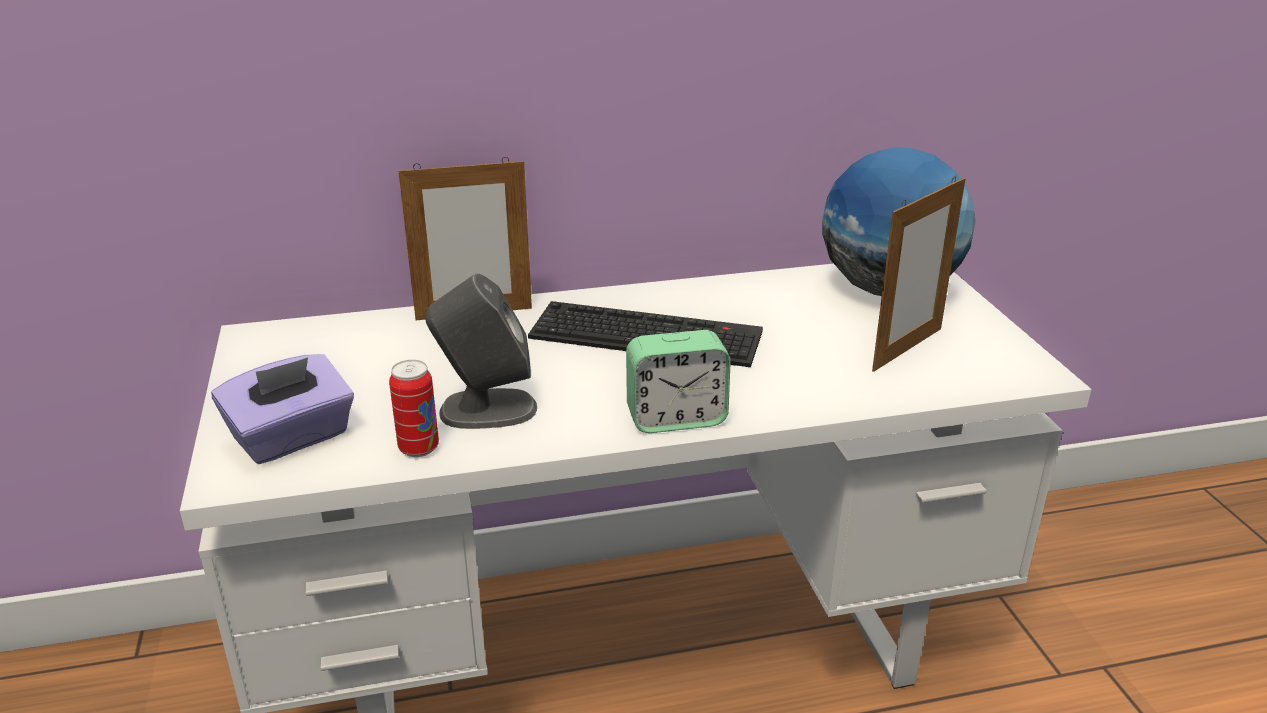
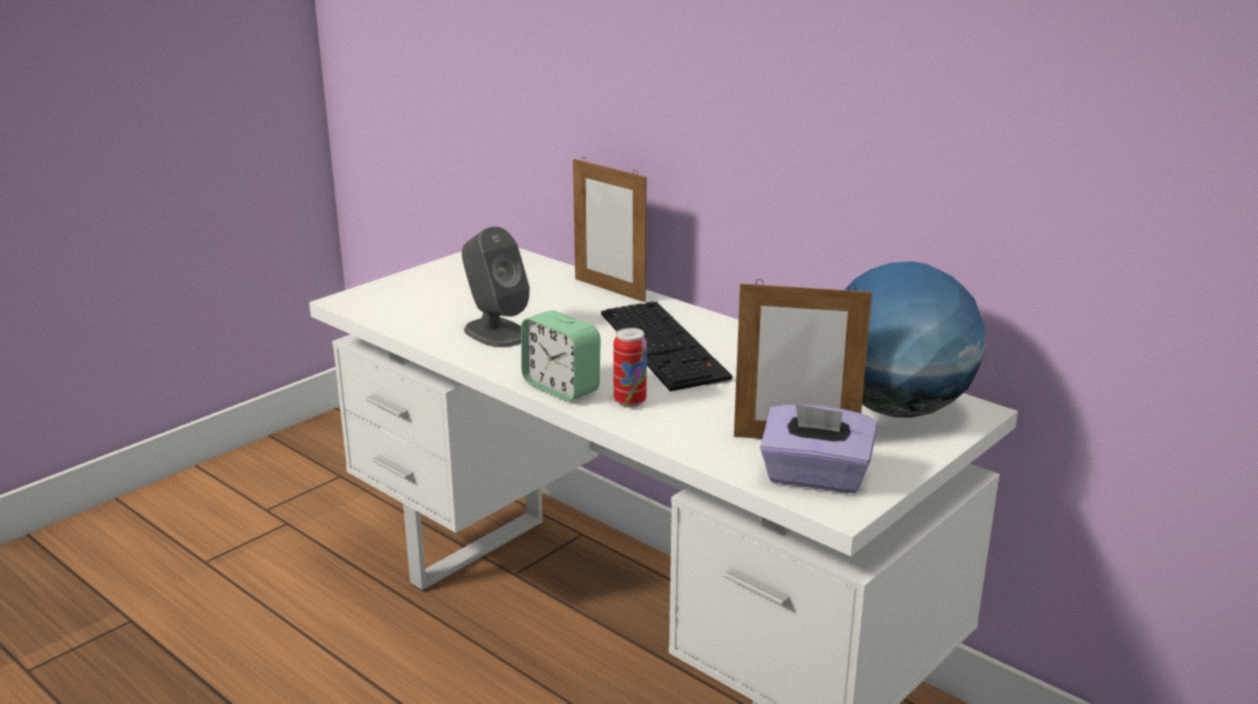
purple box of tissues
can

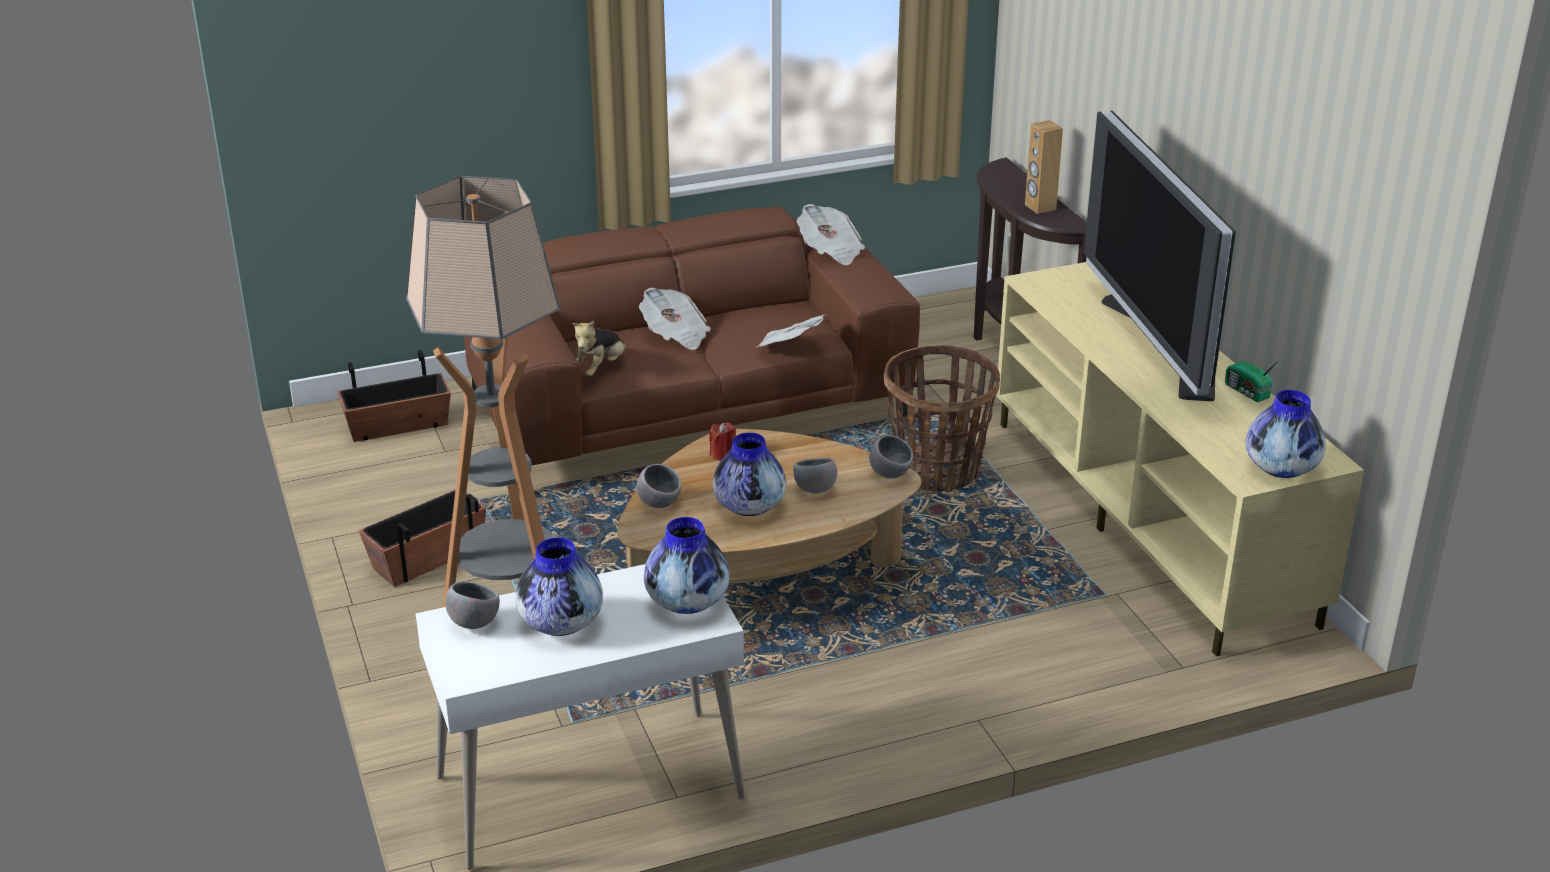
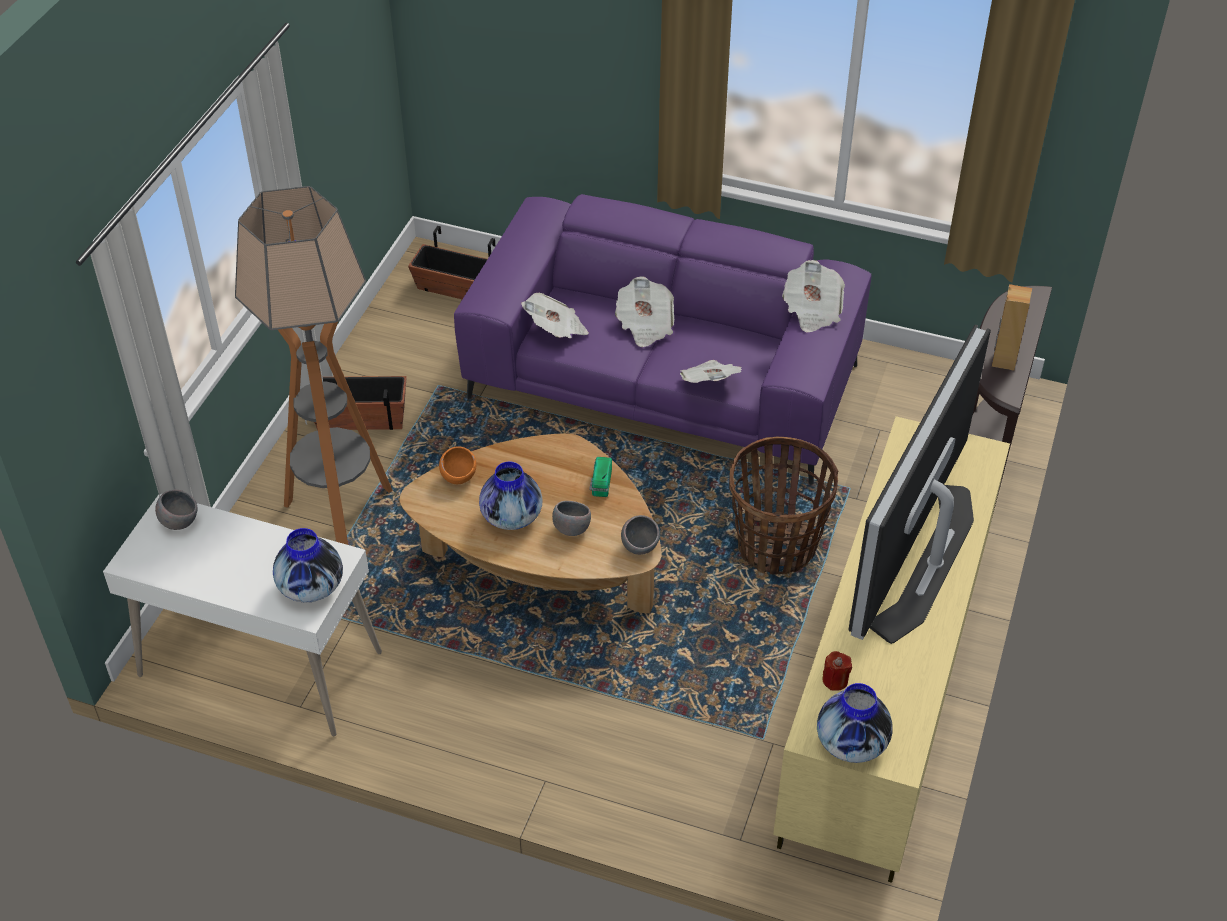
purple sofa
daily paper (no. 1 from left)
radio
red-coloured candle
orange-coloured bowl
vase (no. 1 from left in the first image)

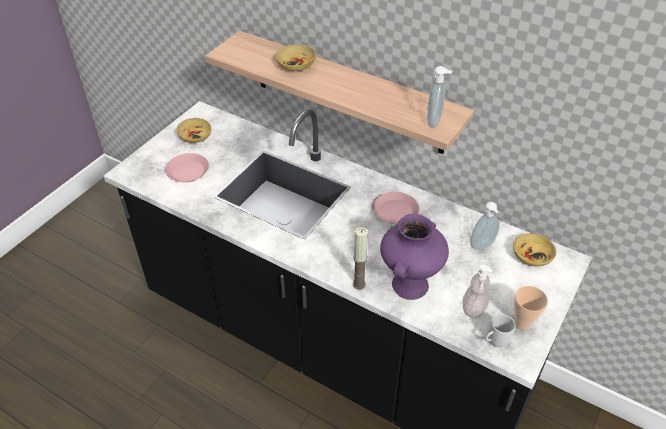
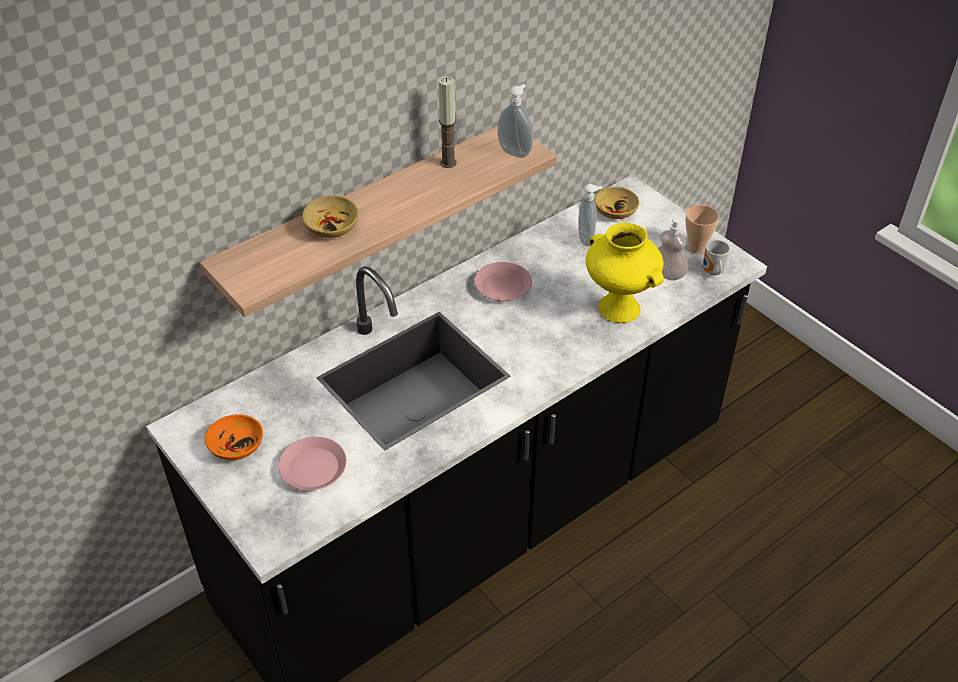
orange-coloured bowl
yellow vase
candle

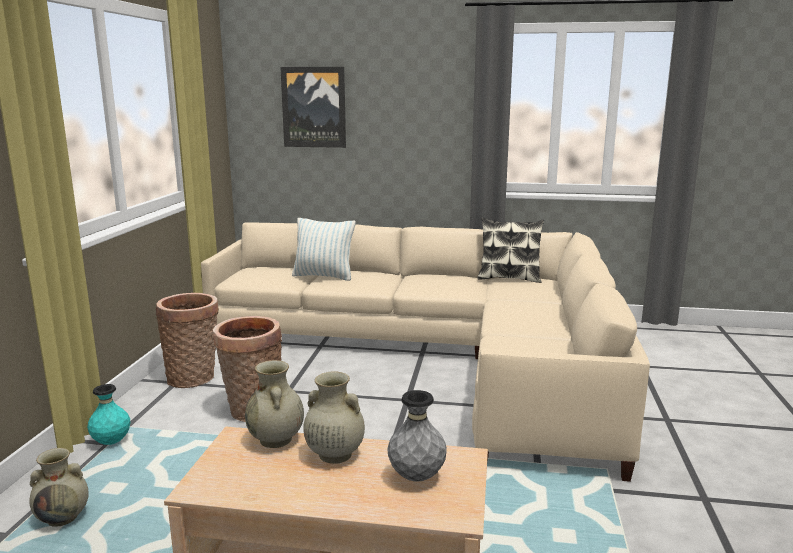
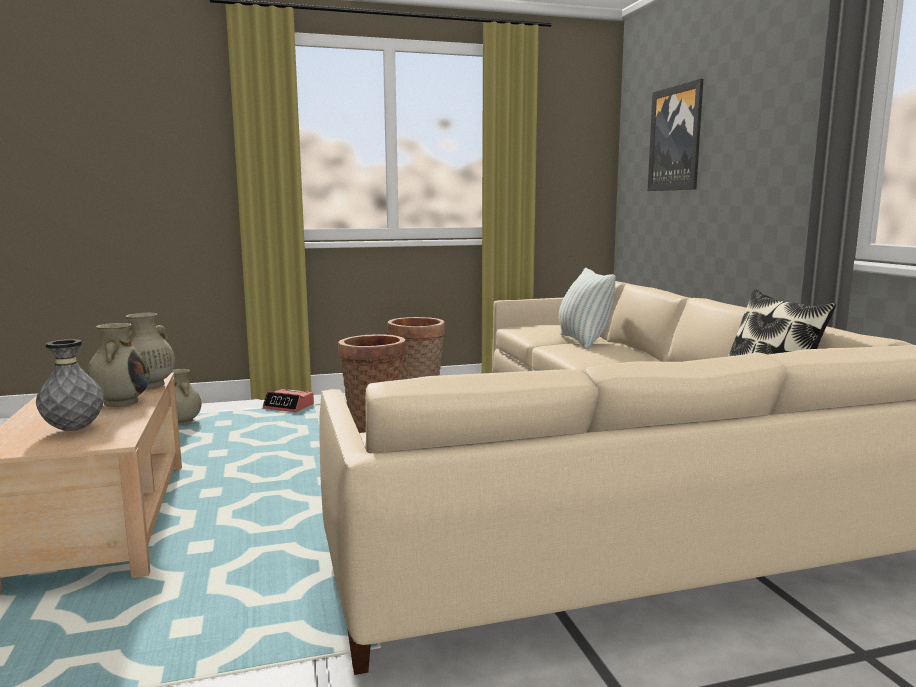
table clock

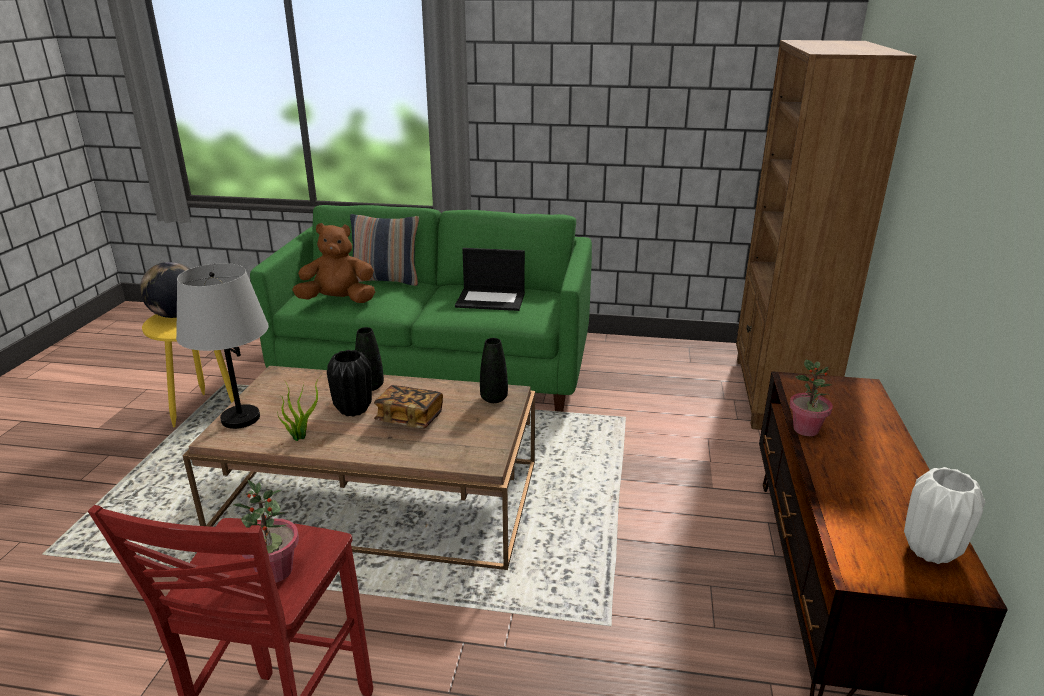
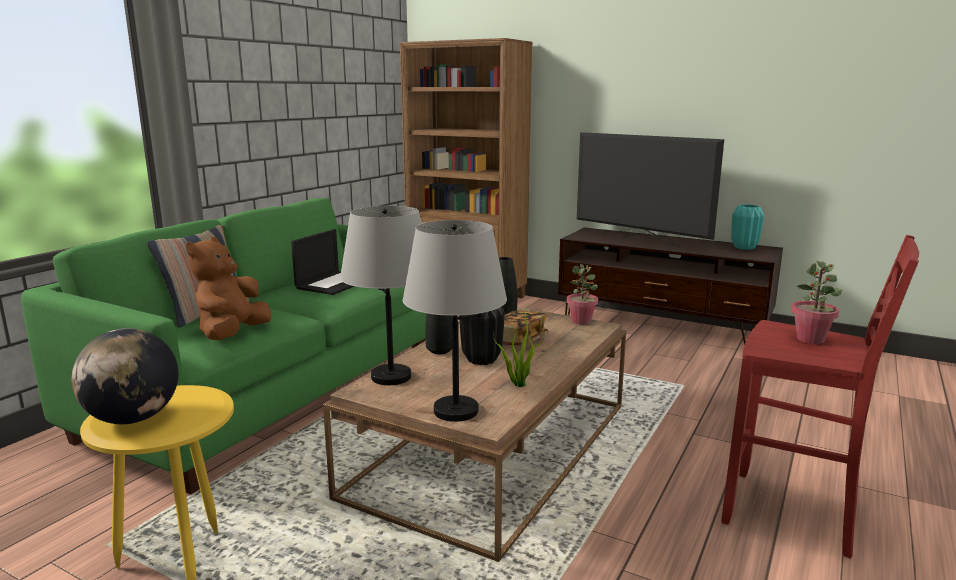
plant in a pot (no. 2 from left)
blue-green vase
TV set
greyish table lamp (no. 1 from left)

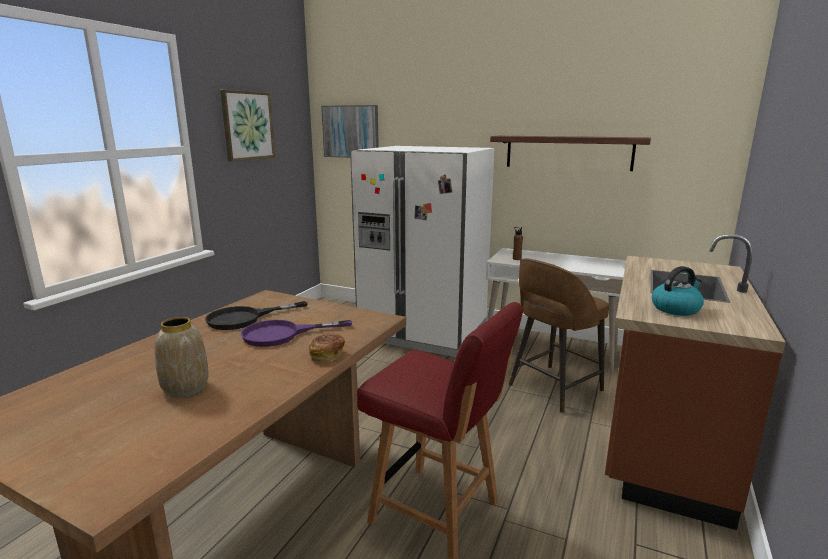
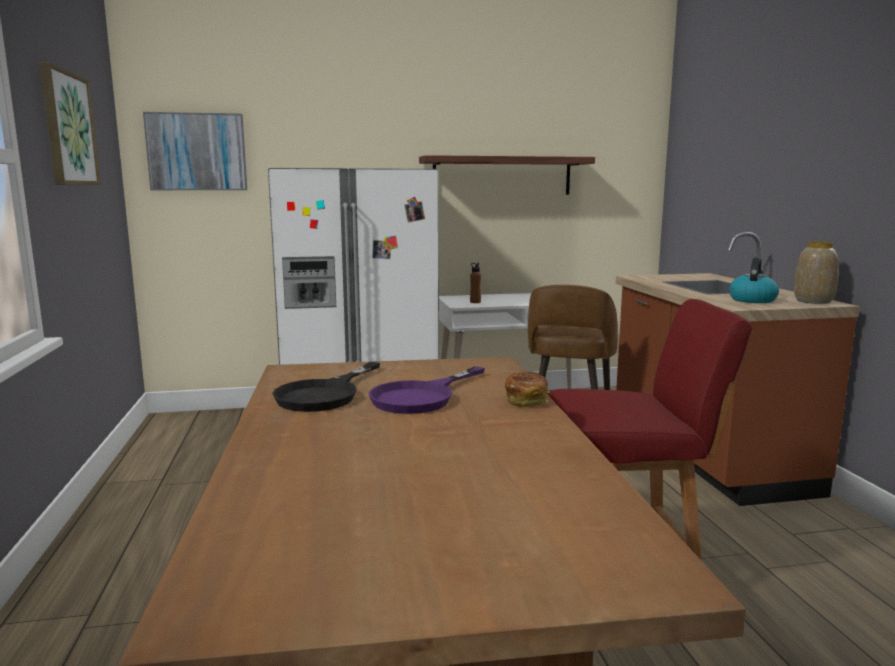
vase

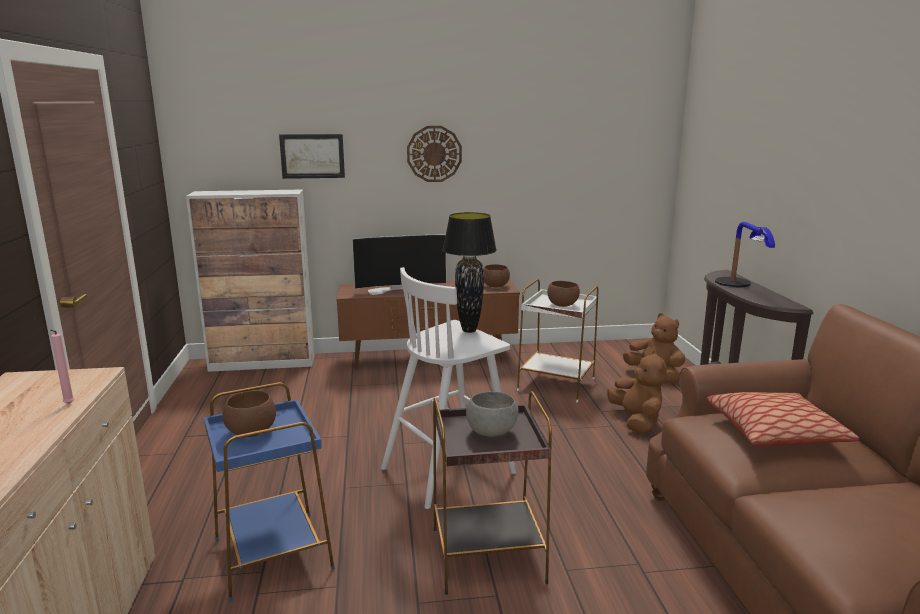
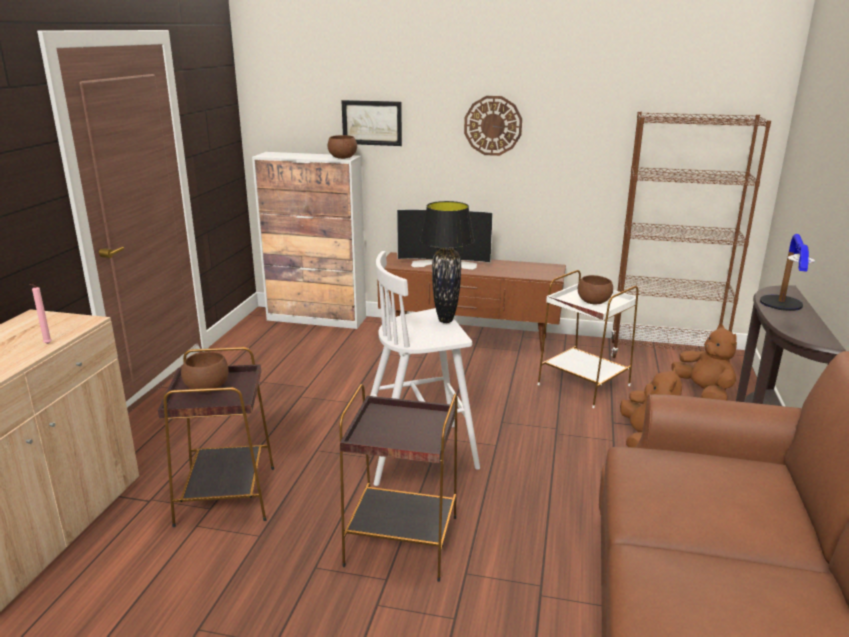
brown bowl (no. 2 from left)
brown accent table (no. 1 from left)
greyish bowl
cushion
brown bookshelf

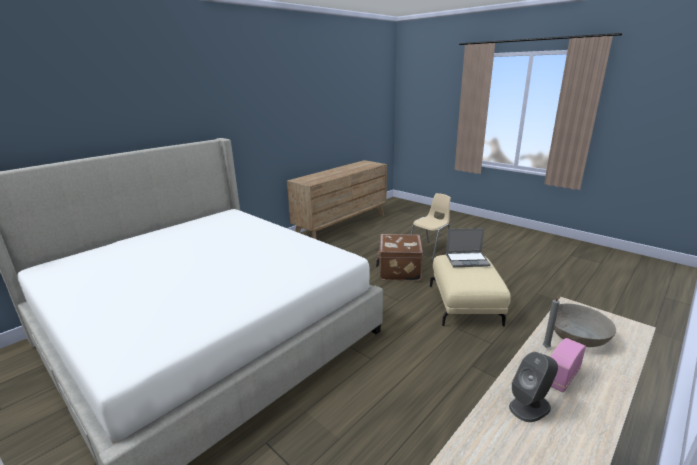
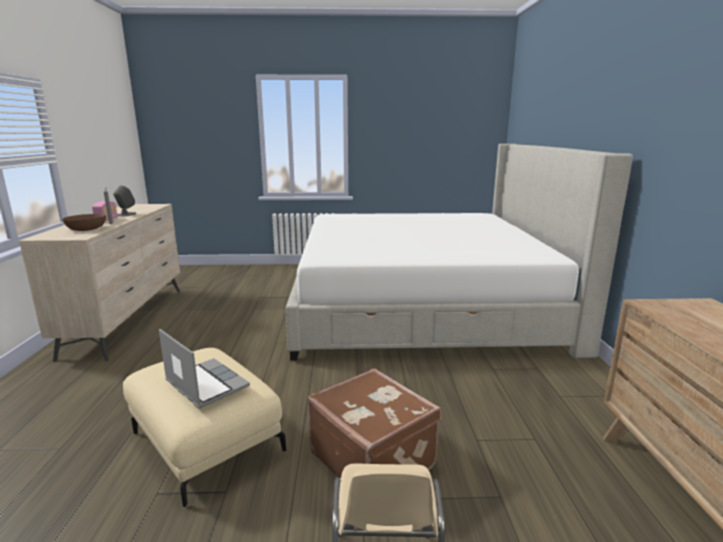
notebook computer
brown bowl

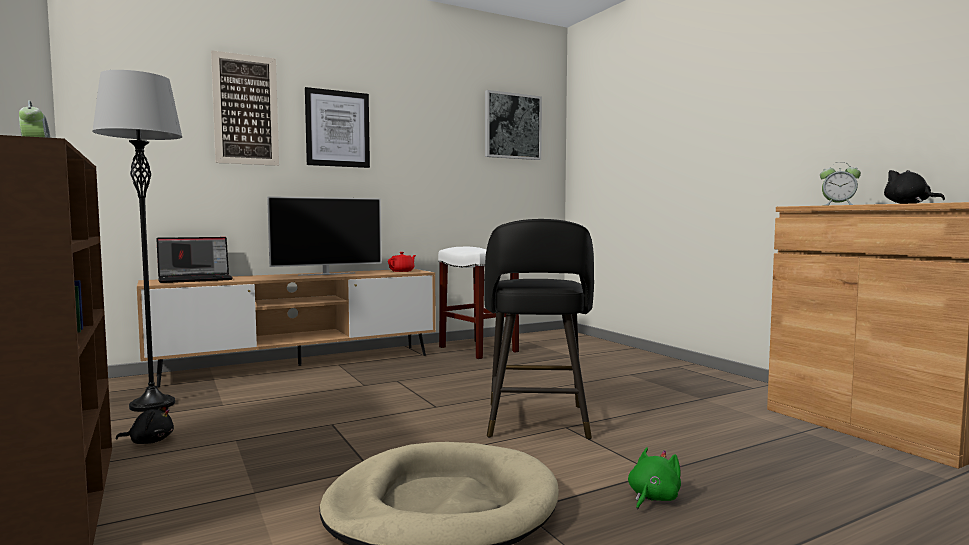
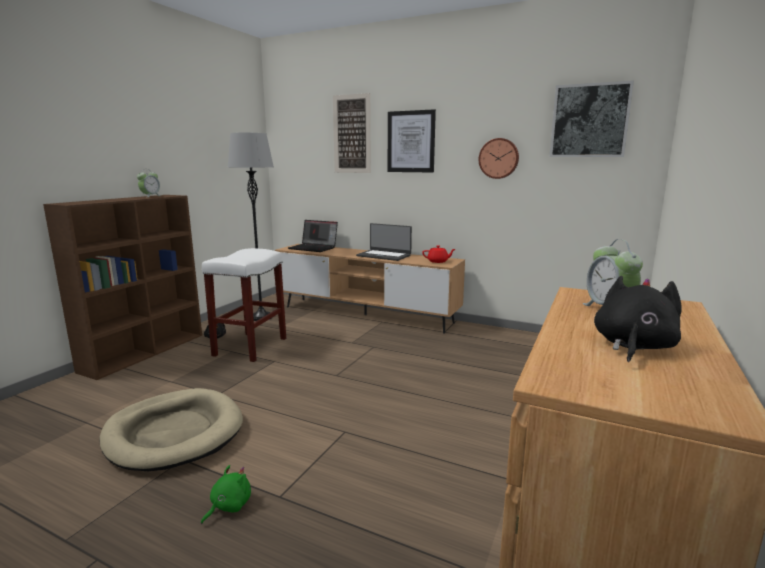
notebook computer (no. 2 from left)
blackish stool
whitish stool
green-coloured cuddly toy
clock on the wall

